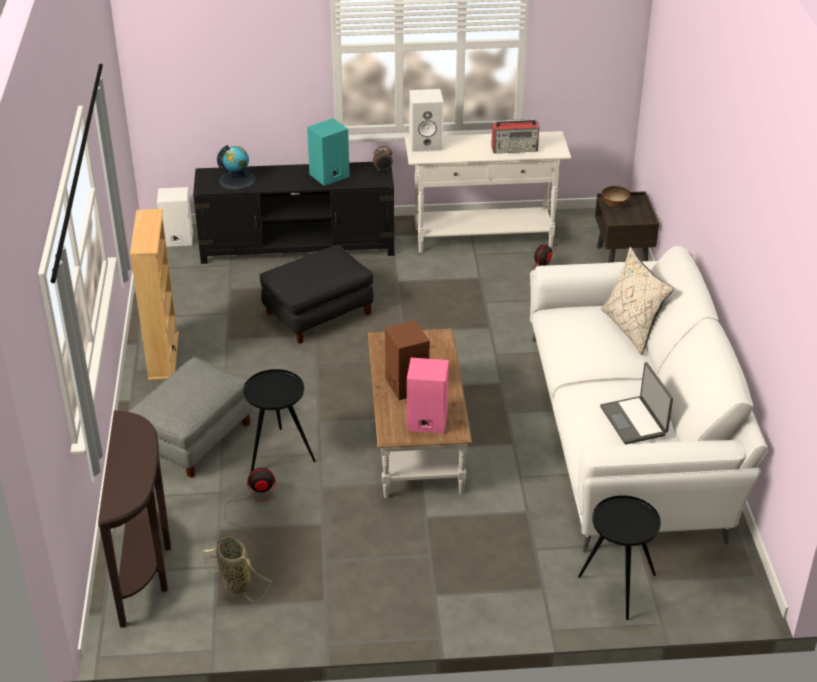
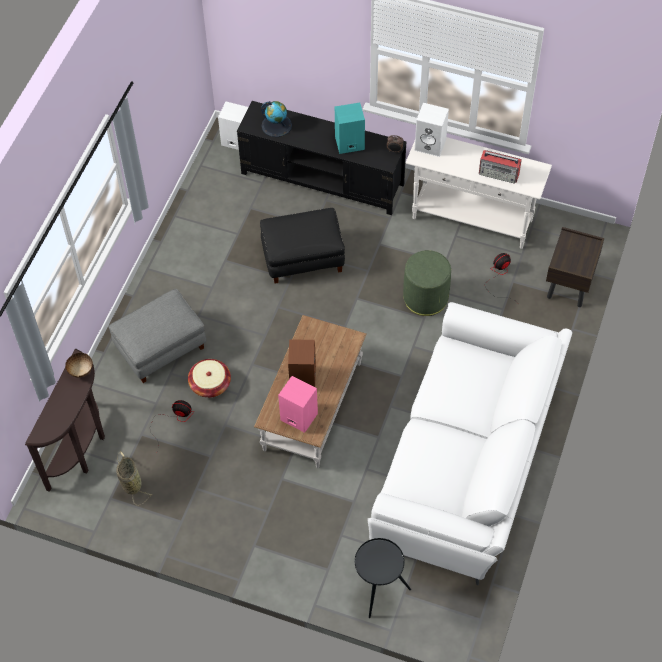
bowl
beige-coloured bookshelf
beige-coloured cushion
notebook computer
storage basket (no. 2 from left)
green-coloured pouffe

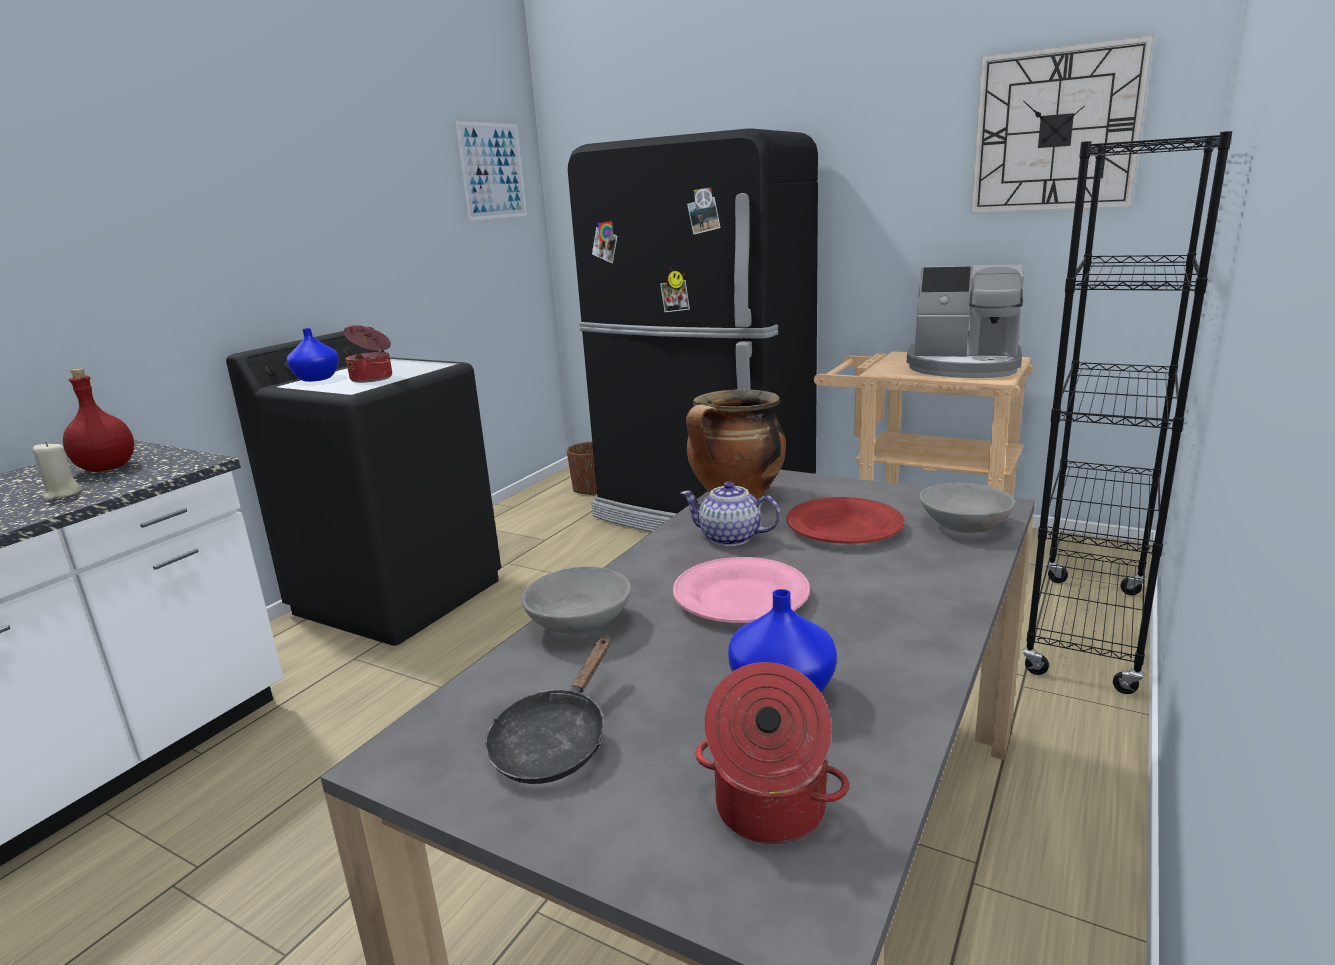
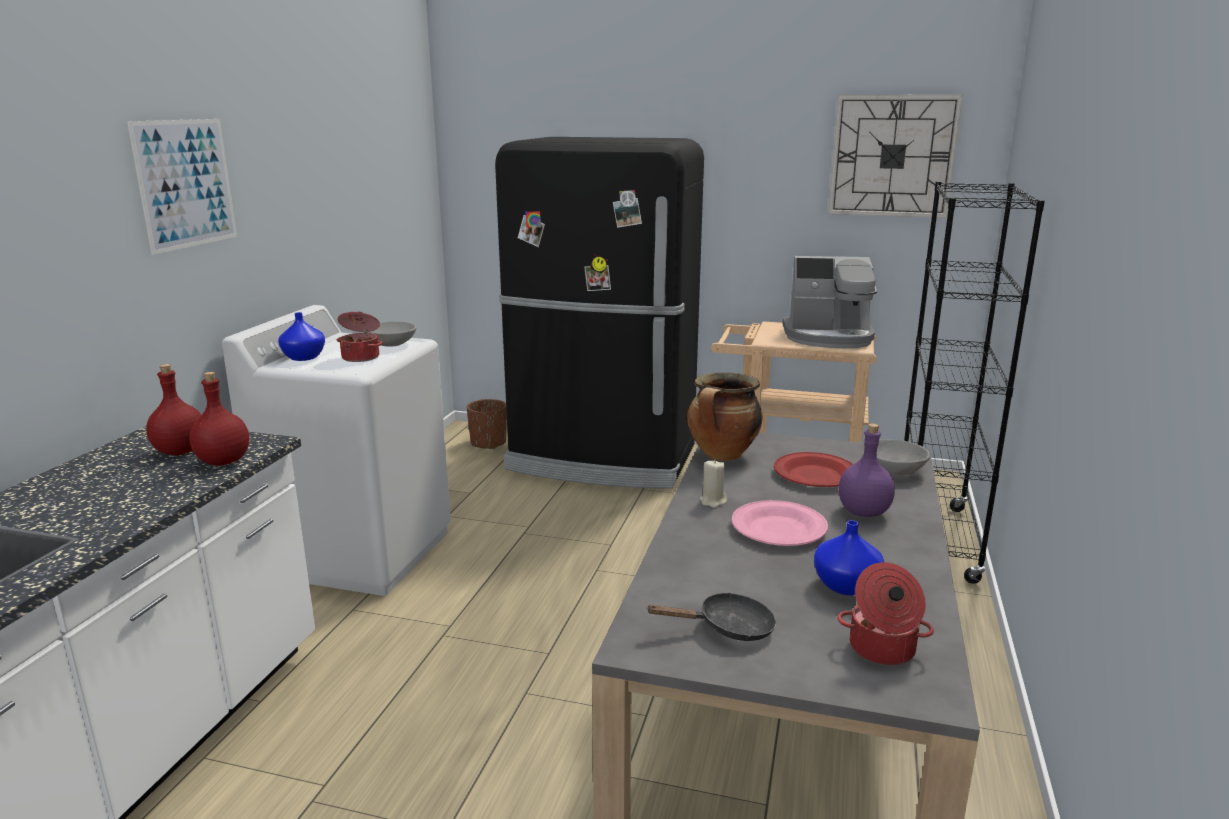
wall art
whitish laundry appliance
beige-coloured candle
pot for tea
greyish bowl (no. 1 from left)
blackish frying pan
red-coloured drink bottle (no. 2 from left)
purple drink bottle

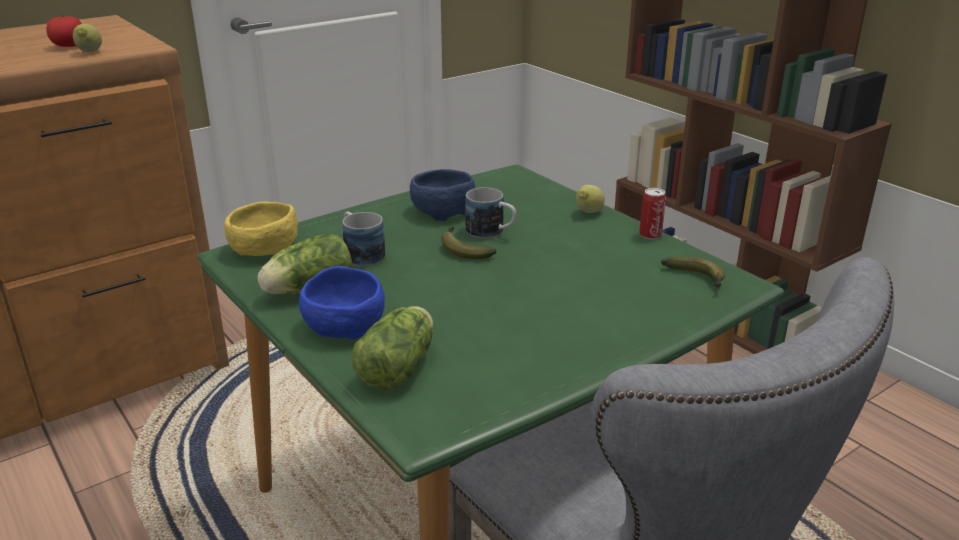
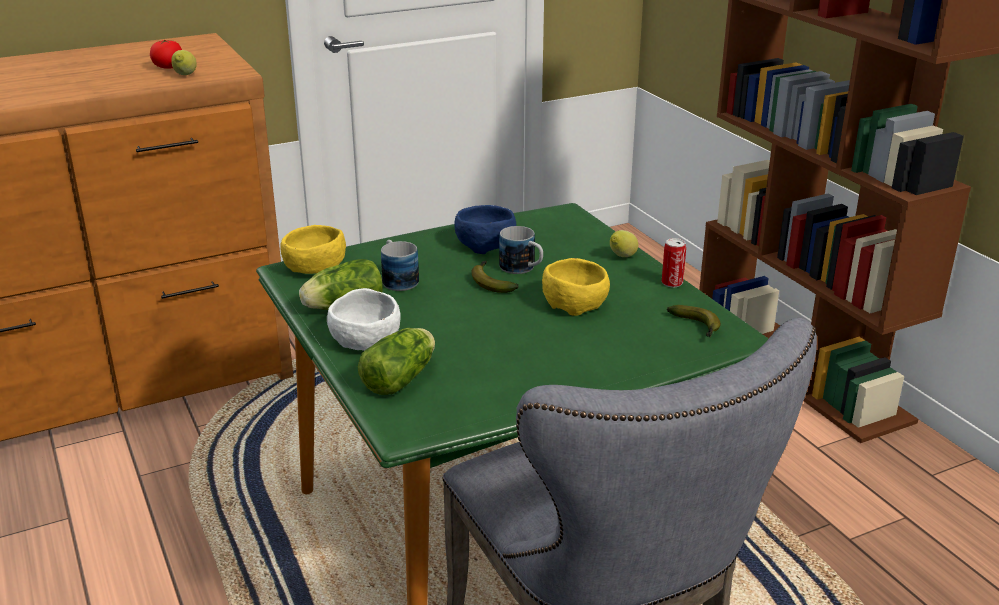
whitish bowl
yellow bowl (no. 2 from left)

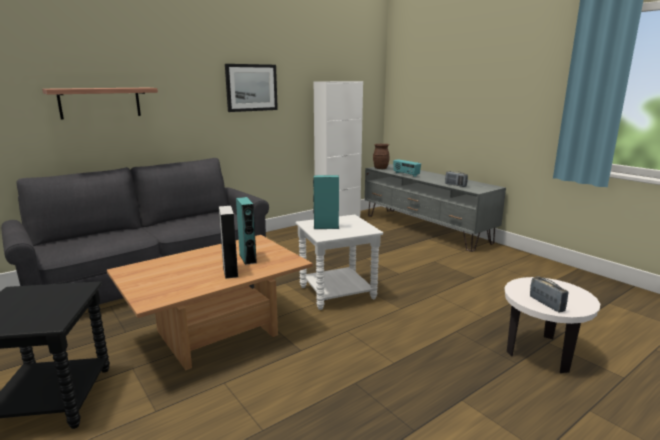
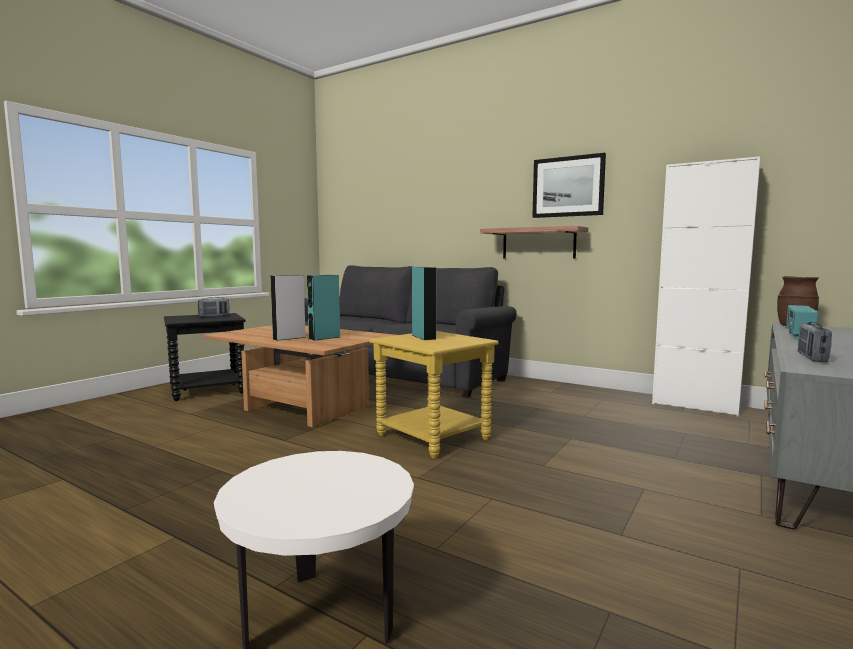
shelf
yellow accent table
radio (no. 1 from left)

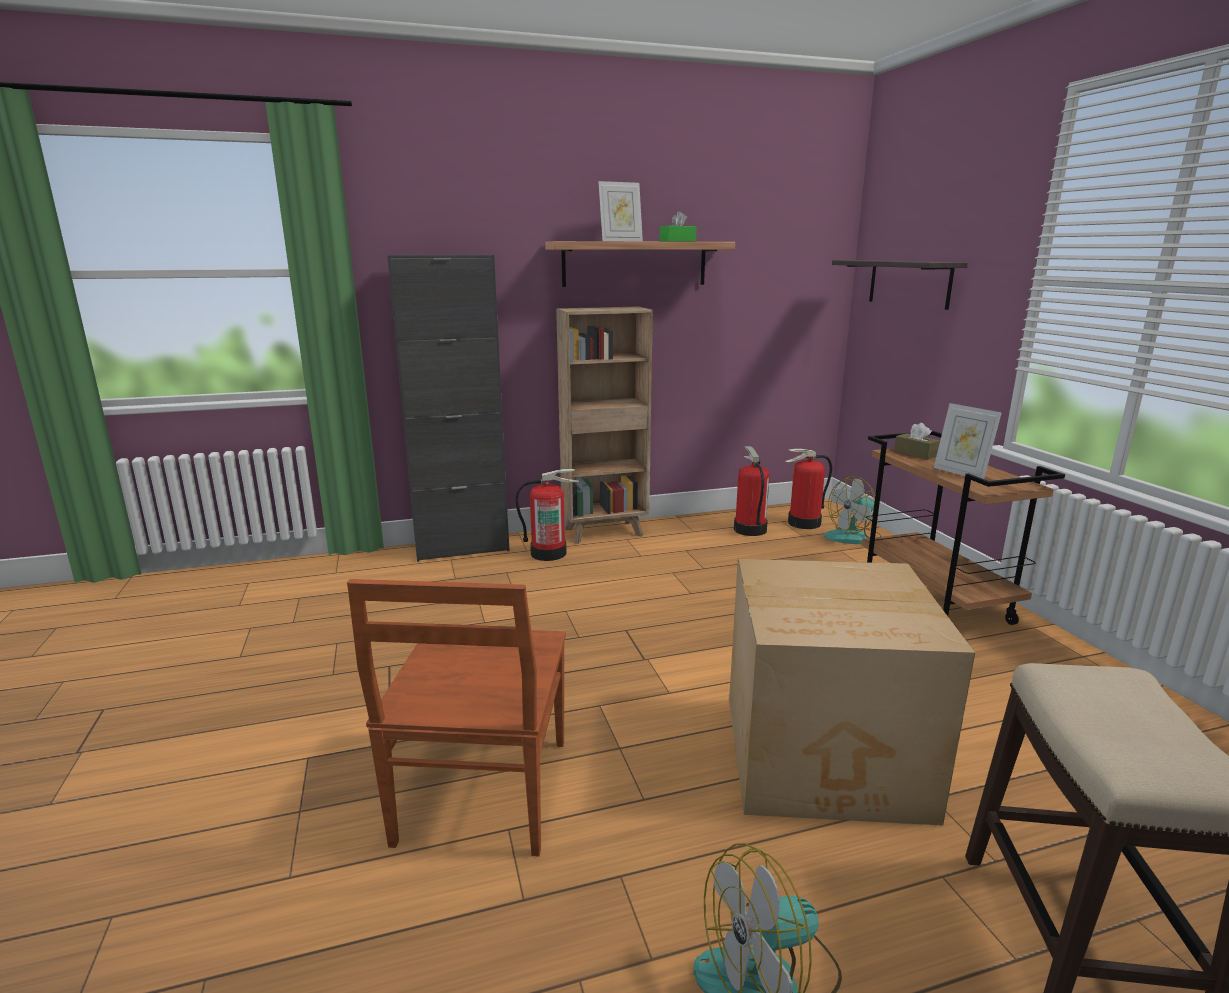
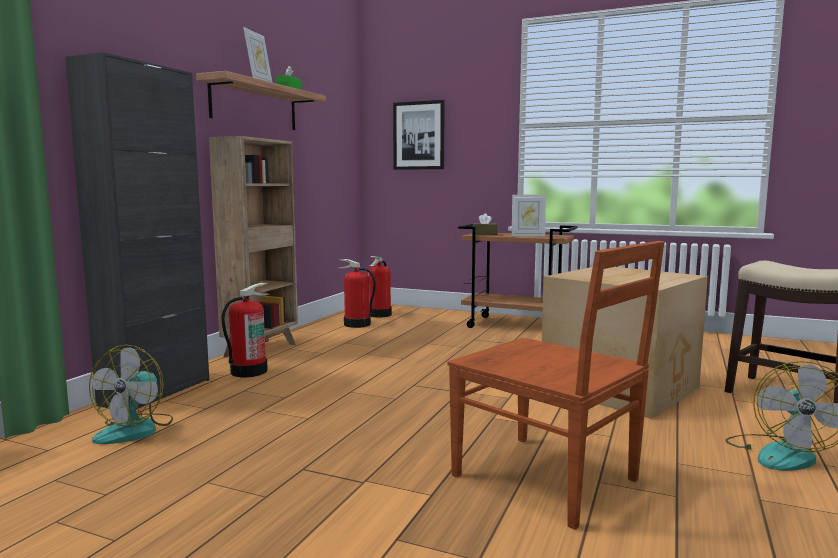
wall art
fan (no. 1 from left)

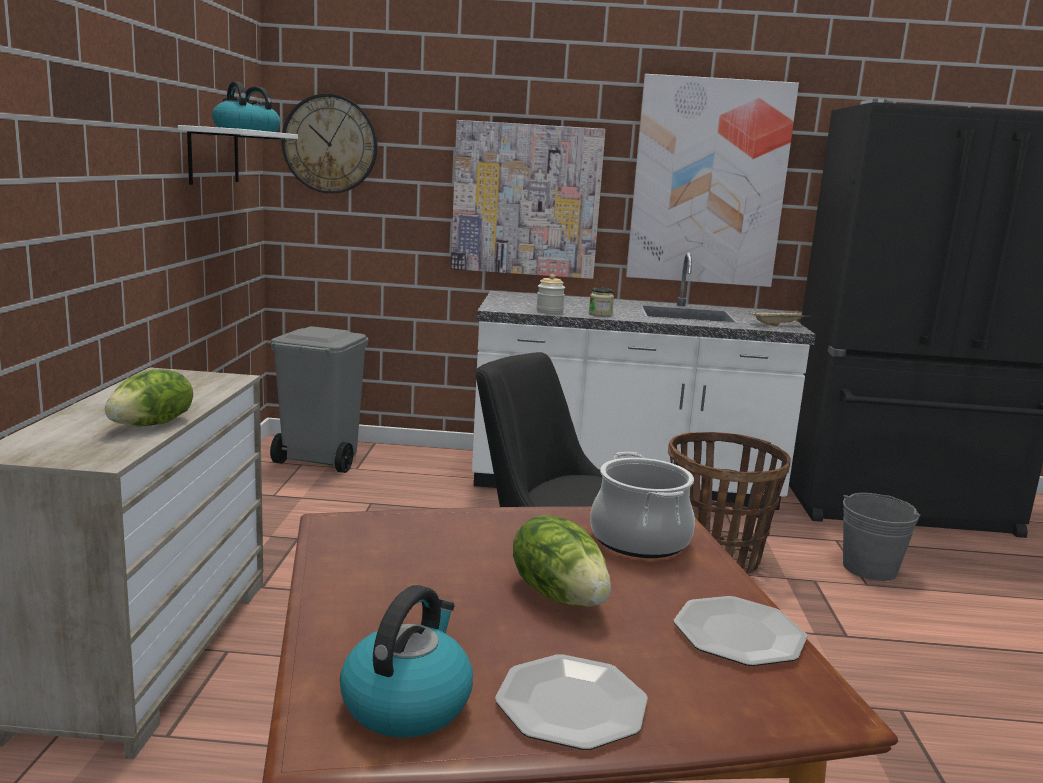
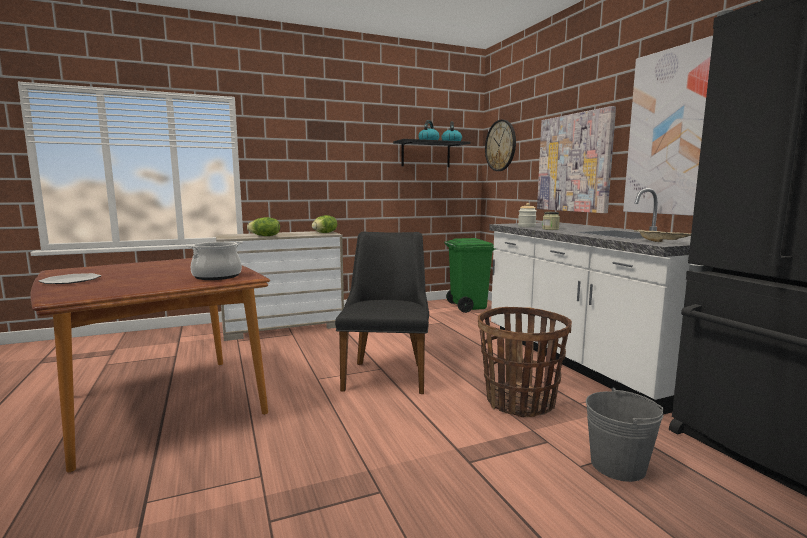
blackish shelf
green-coloured rubbish bin
head of lettuce (no. 2 from left)
kettle (no. 3 from left in the first image)
dinner plate (no. 2 from left in the first image)

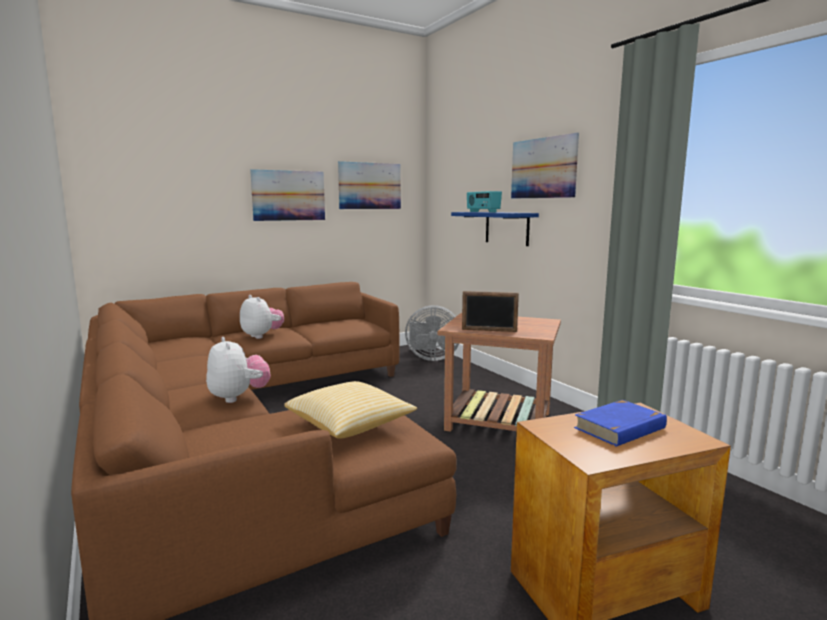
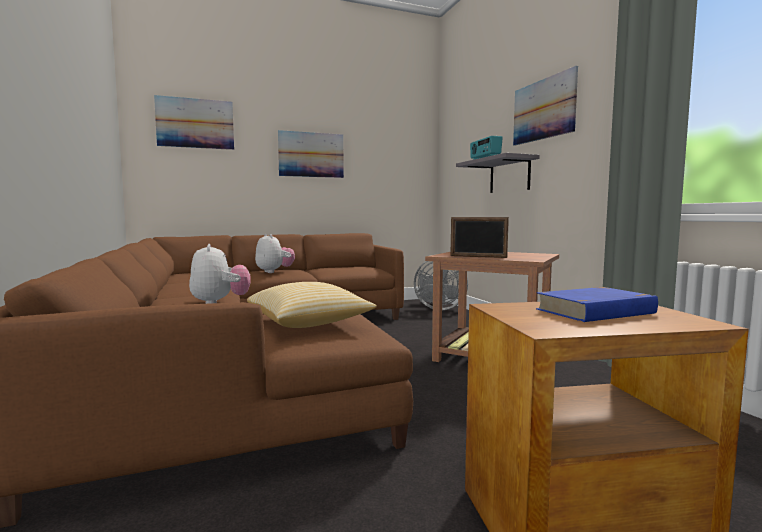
wall art (no. 1 from left)
greyish shelf

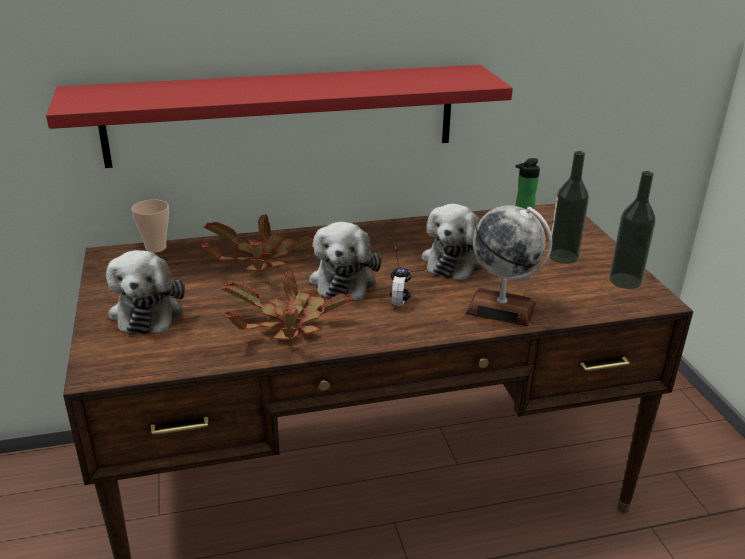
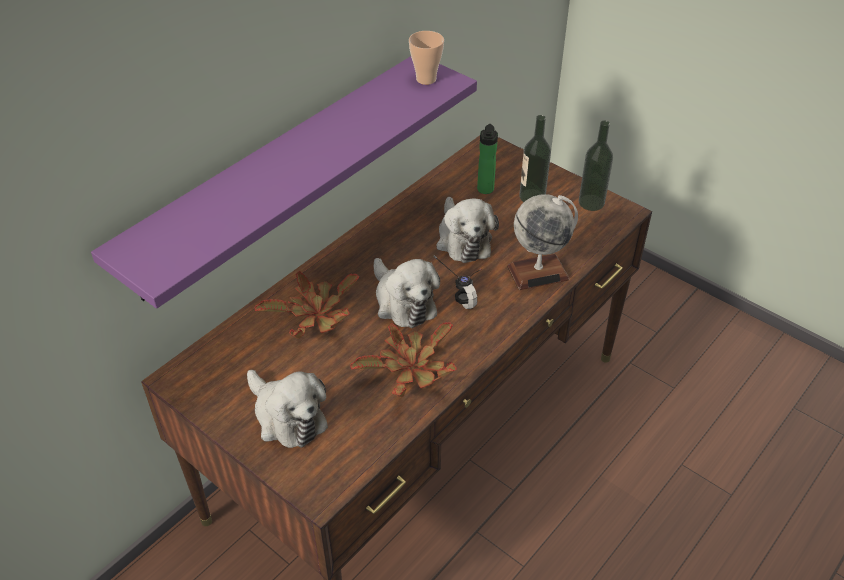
purple shelf
cup

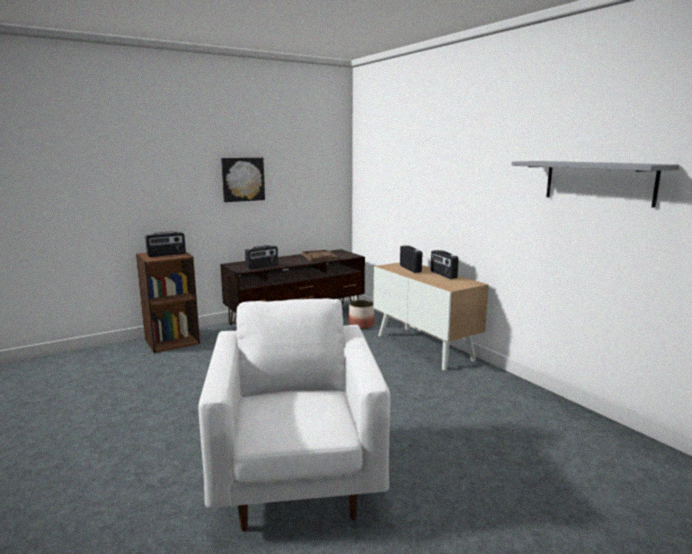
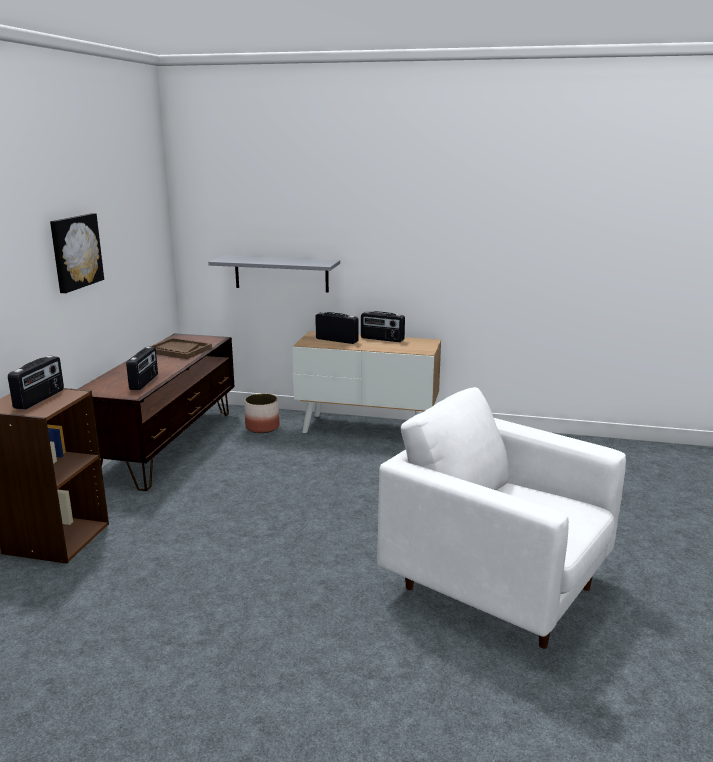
greyish shelf

